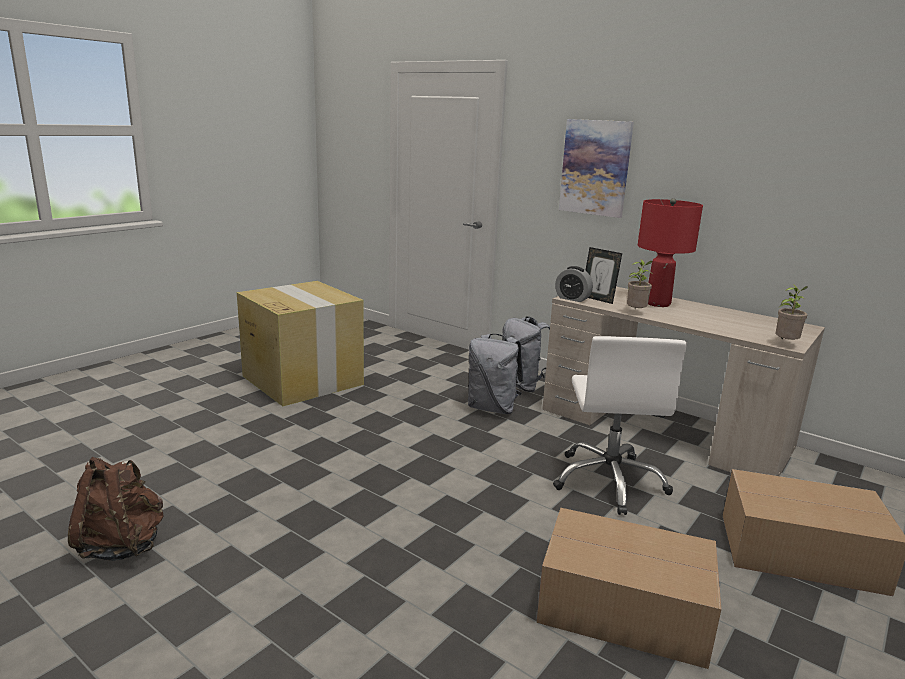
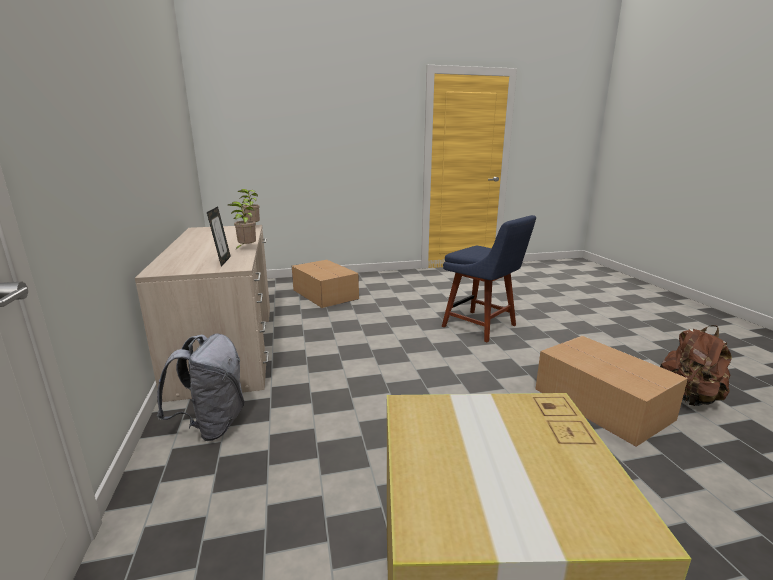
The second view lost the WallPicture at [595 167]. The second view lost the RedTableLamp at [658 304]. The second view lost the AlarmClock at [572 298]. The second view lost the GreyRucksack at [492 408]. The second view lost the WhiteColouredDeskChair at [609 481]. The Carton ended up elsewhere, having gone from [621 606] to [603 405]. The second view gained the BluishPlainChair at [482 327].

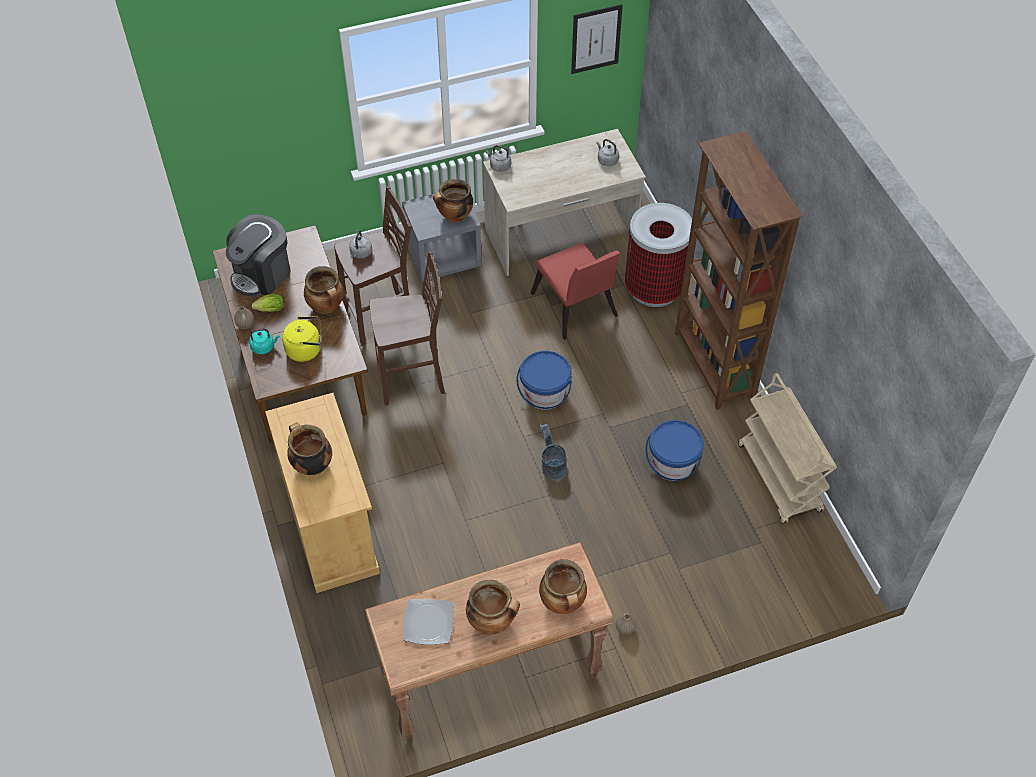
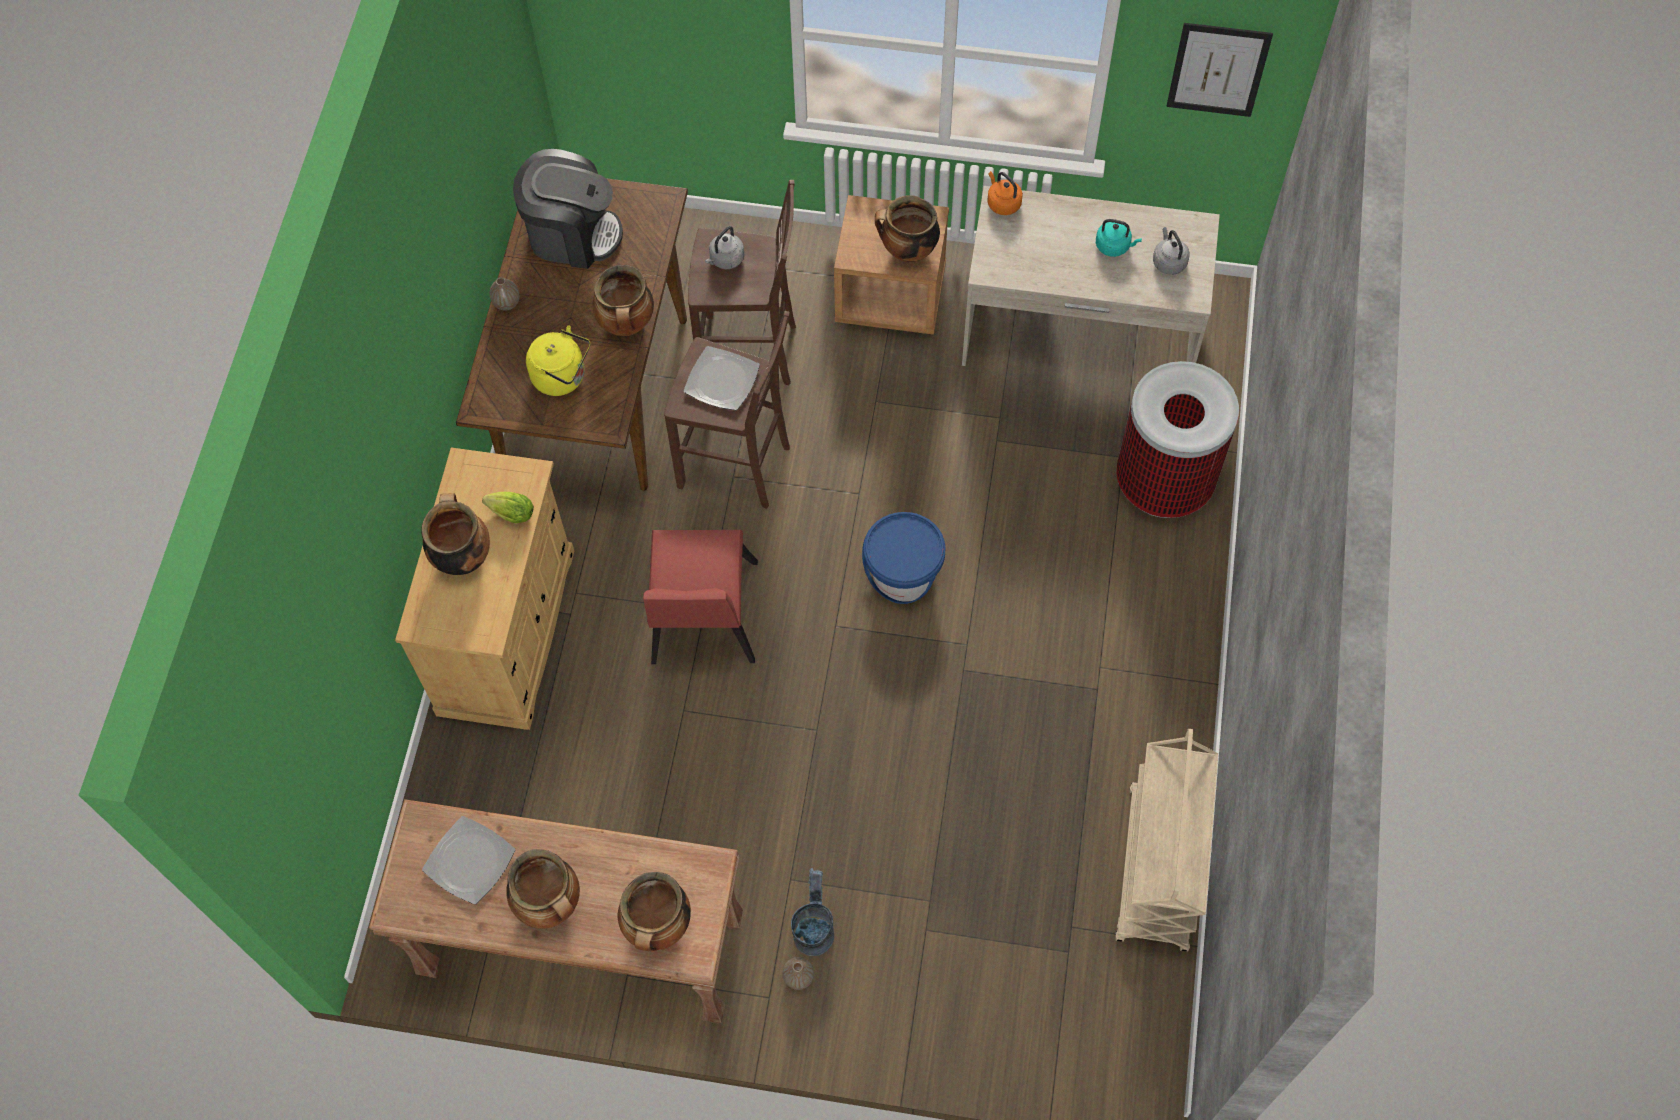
The second view lost the BrownishShelvingUnit at [713 366]. What was the GreyTeaKettle at [499 166] turned into the OrangeColouredTeaKettle at [1002 203]. What was the GreyBedsideTable at [444 257] turned into the BrownishBedsideTable at [891 295]. The CoffeeBrewer at [262 274] ended up facing another way, 150 degrees counterclockwise from before. The RedPlainChair ended up elsewhere, having gone from [575 309] to [702 620]. The LettuceHead ended up elsewhere, having gone from [268 310] to [509 513]. The TurquoiseTeaKettle ended up elsewhere, having gone from [264 347] to [1114 246]. The second view lost the BluishBucket at [672 464]. The GreyBucket ended up elsewhere, having gone from [552 466] to [814 928]. The second view gained the DinnerPlate at [721 381].

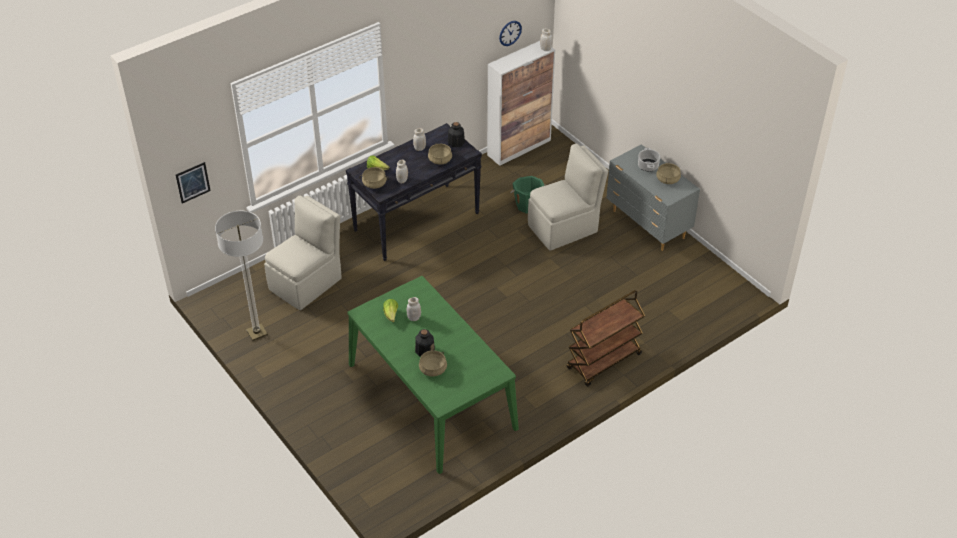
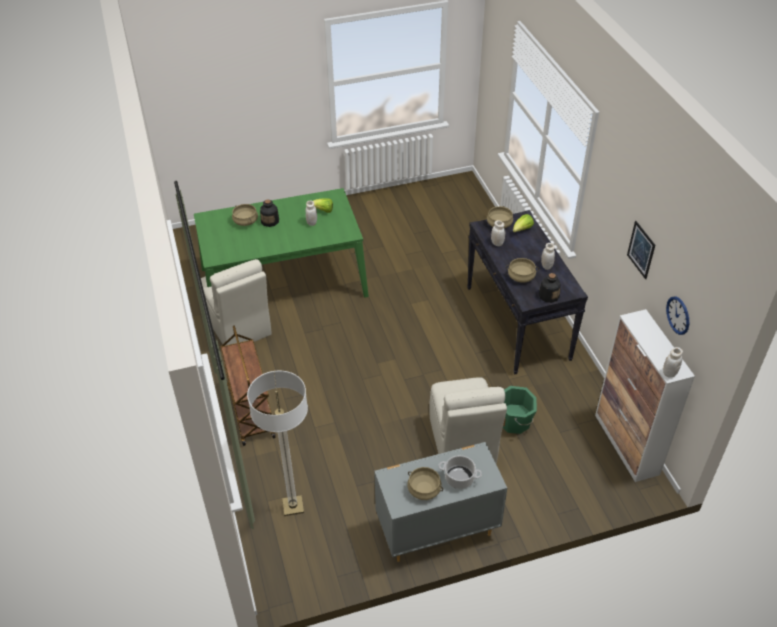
The WallPicture ended up elsewhere, having gone from [193 182] to [641 250]. The SandColouredPlainChair ended up elsewhere, having gone from [307 283] to [238 326]. The StandingLamp ended up elsewhere, having gone from [257 333] to [293 506].

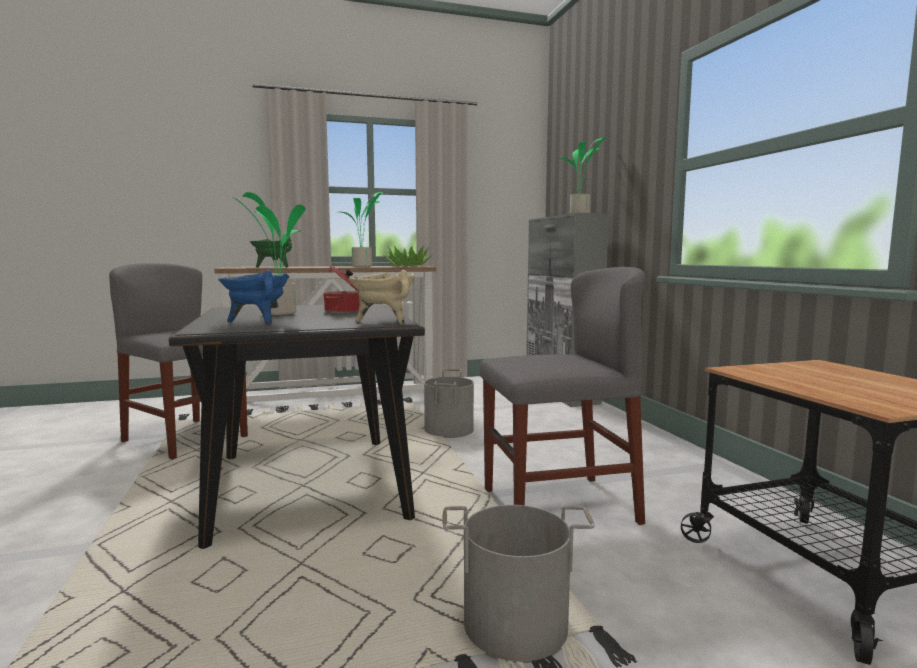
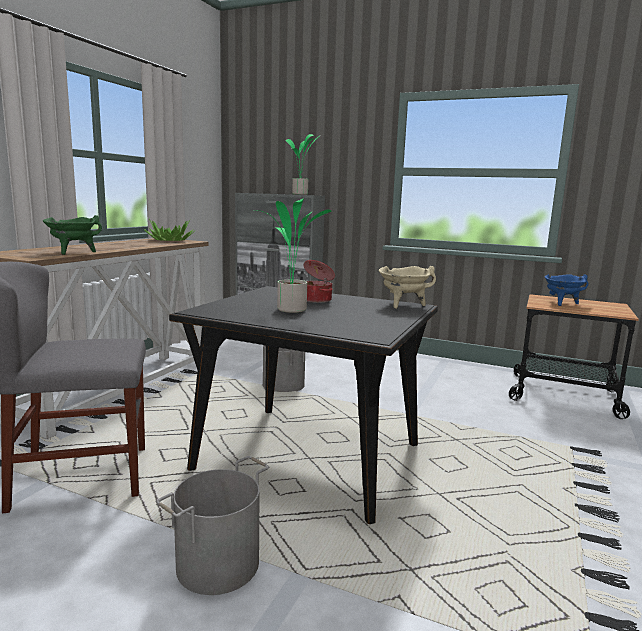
The second view lost the Houseplant at [363 266]. The second view lost the GreyPlainChair at [558 505]. The BluishCookingPot ended up elsewhere, having gone from [257 322] to [562 303]. The GreyBucket ended up elsewhere, having gone from [515 624] to [217 563].

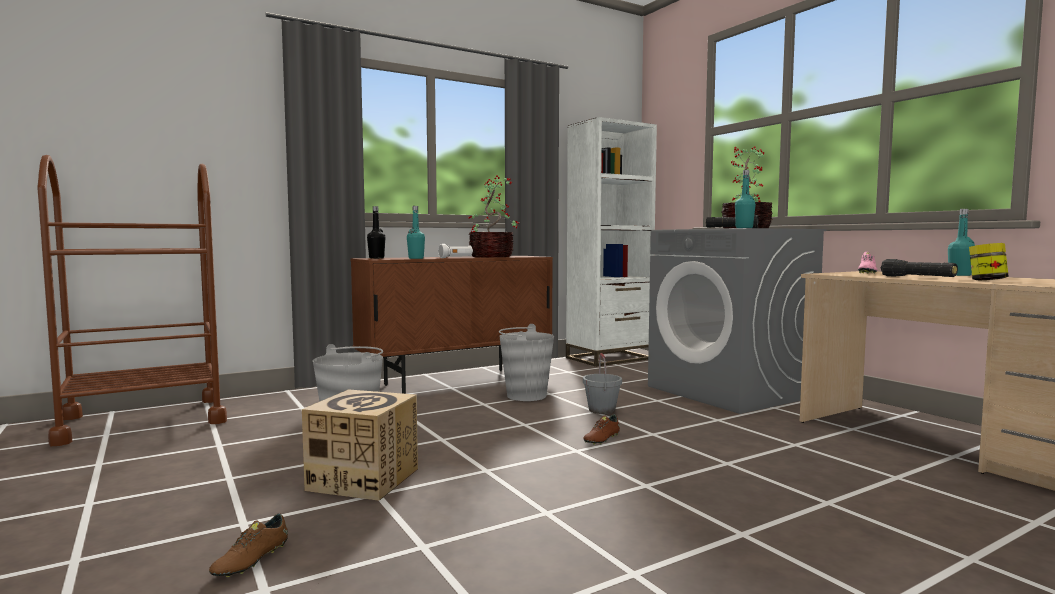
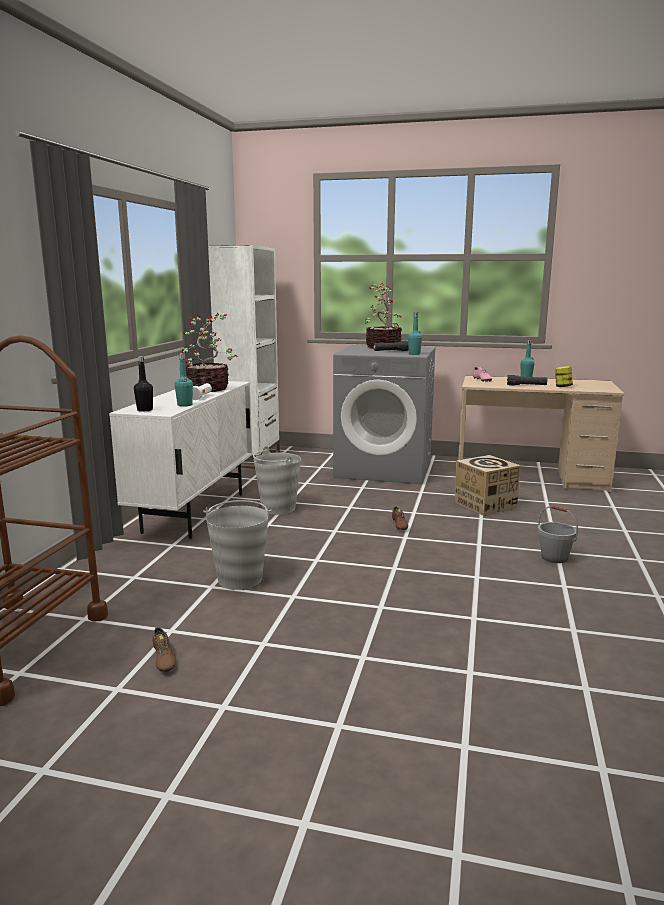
What was the BrownishCabinet at [457 382] turned into the WhiteColouredCabinet at [195 512]. The GreyBucket ended up elsewhere, having gone from [602 410] to [554 558]. The Carton ended up elsewhere, having gone from [363 479] to [485 505]. The BrownishShoe ended up elsewhere, having gone from [251 560] to [163 659].

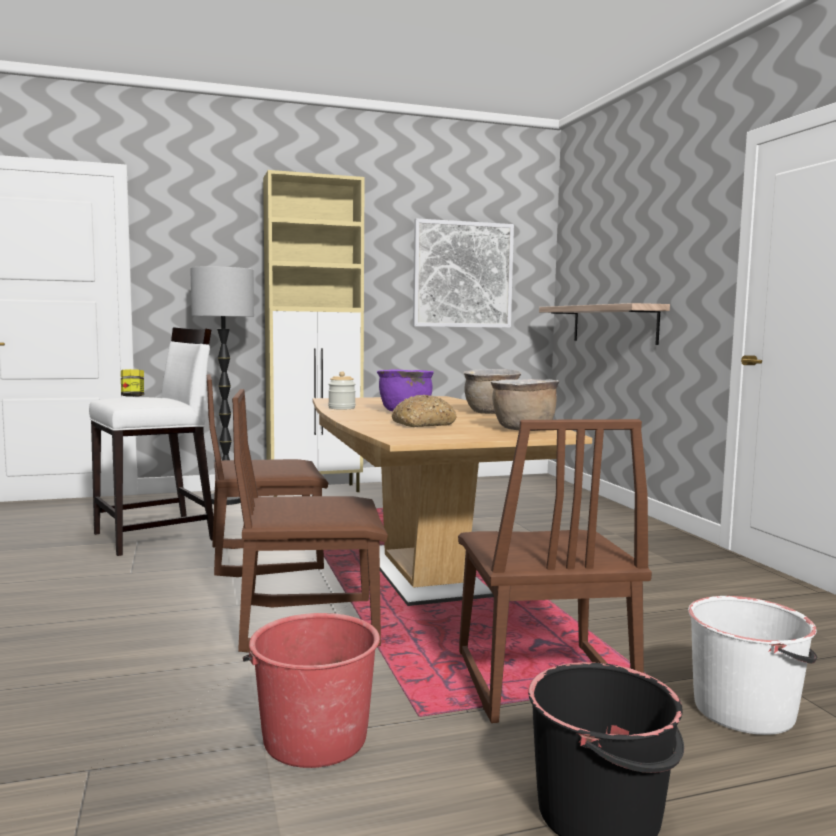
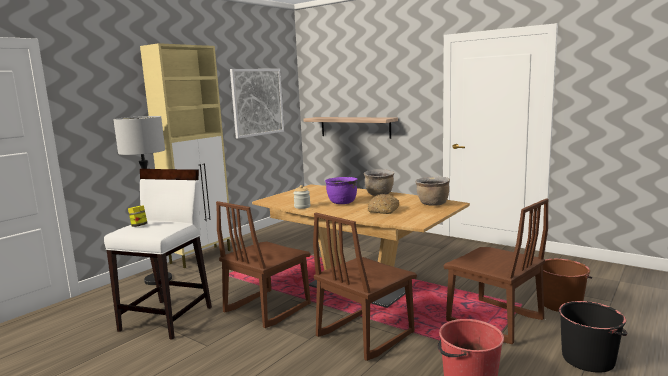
What was the WhiteColouredBucket at [745 710] turned into the BrownishBucket at [561 304].

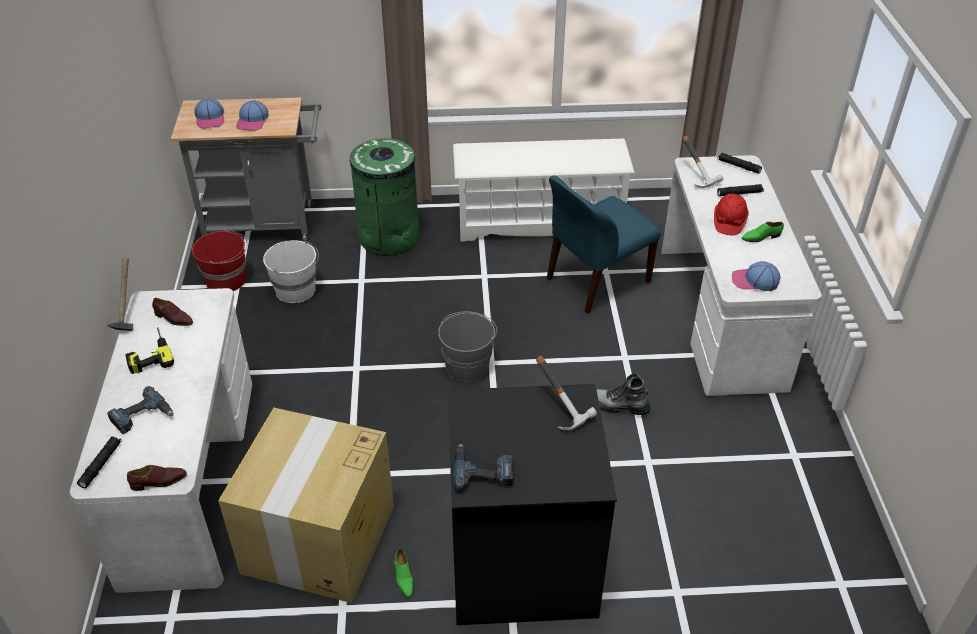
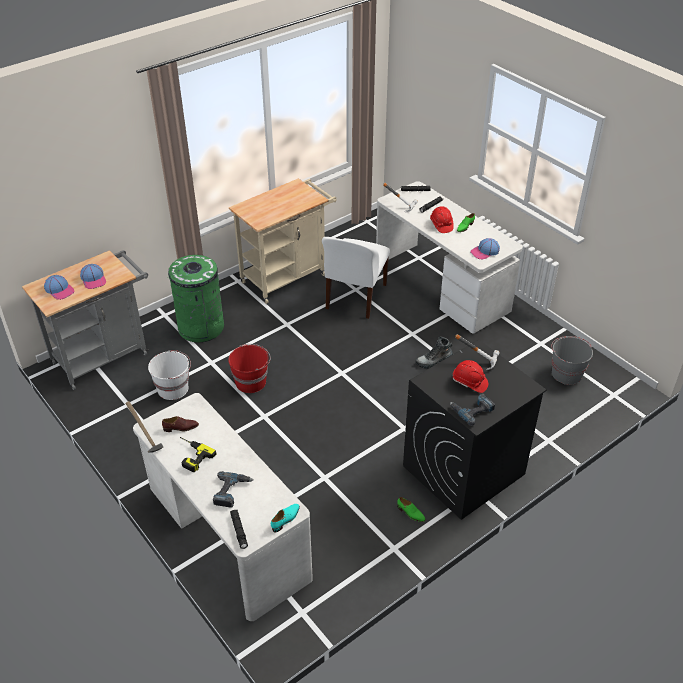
Where the WhiteColouredShoeStand stood at [539 221], the SandColouredTrolley came to stand at [287 276]. What was the BluishPlainChair at [596 281] turned into the WhiteColouredPlainChair at [355 297]. The RedBucket ended up elsewhere, having gone from [227 280] to [251 382]. The GreyBucket ended up elsewhere, having gone from [467 365] to [566 373]. The second view lost the Carton at [318 541]. What was the BrownishShoe at [159 482] turned into the TurquoiseShoe at [286 519]. The second view gained the RedWorkHelmet at [469 382].

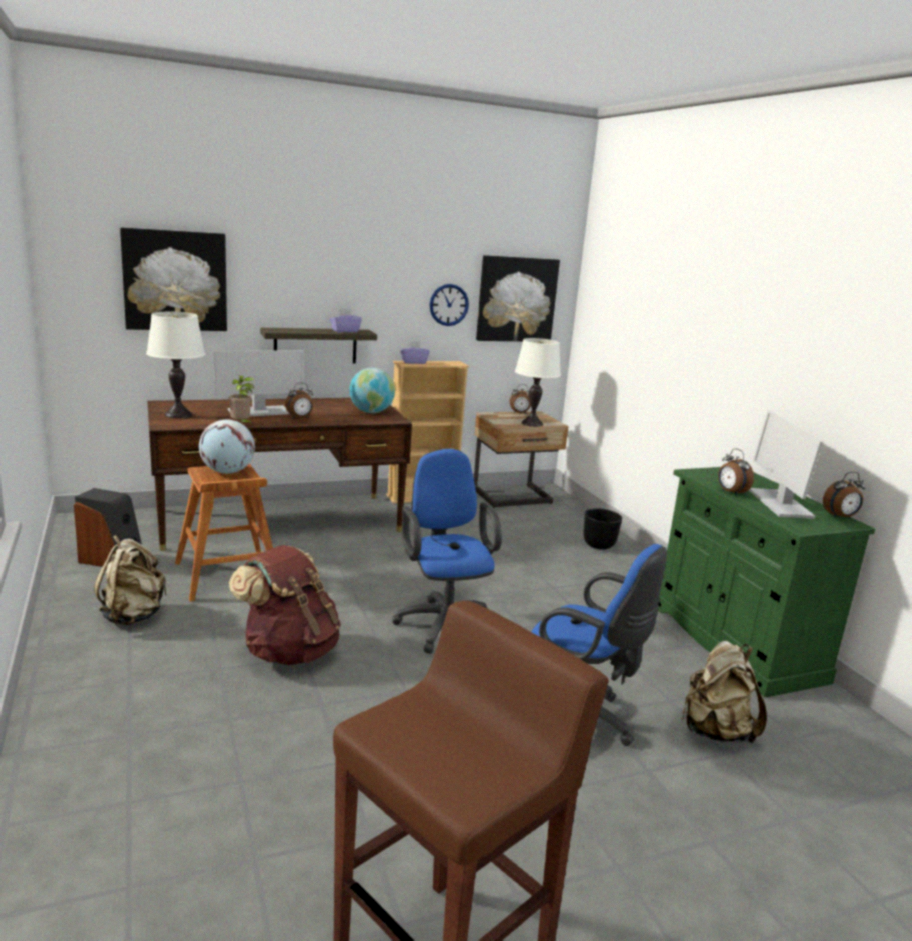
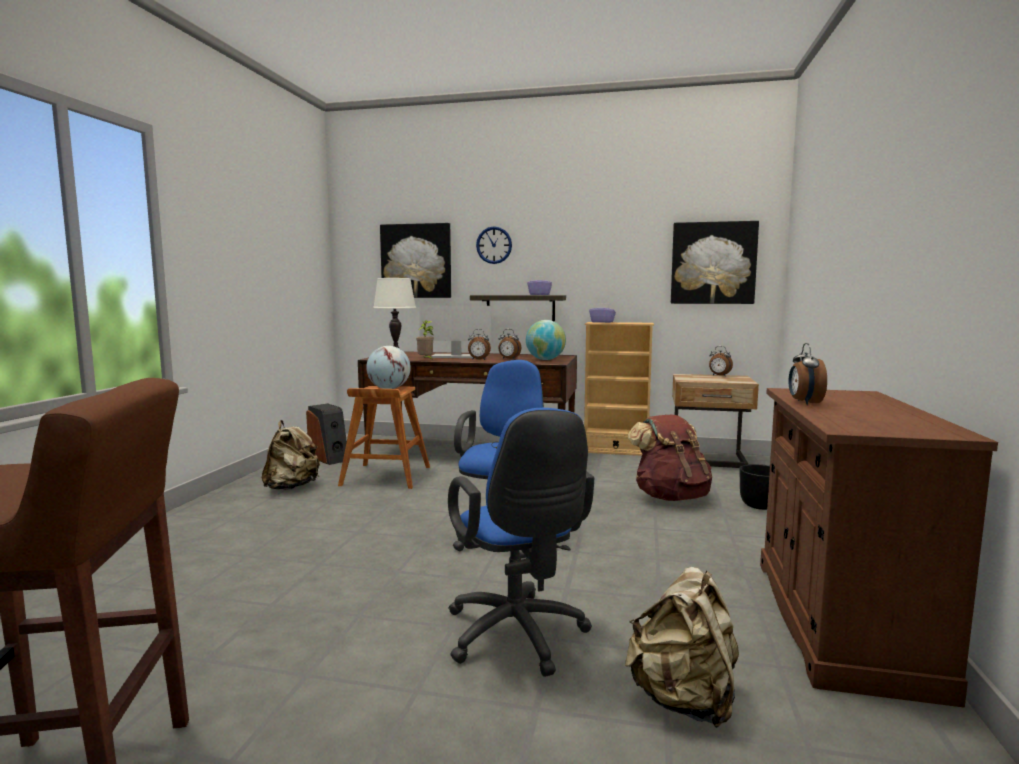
The ClockOnTheWall ended up elsewhere, having gone from [449 305] to [494 245]. The second view lost the WhiteColouredTableLamp at [532 423]. The second view lost the ComputerDisplay at [779 503]. What was the GreenCabinet at [735 643] turned into the BrownishCabinet at [840 622]. The AlarmClock ended up elsewhere, having gone from [840 517] to [508 359]. The BrownishRucksack ended up elsewhere, having gone from [289 651] to [671 497].

